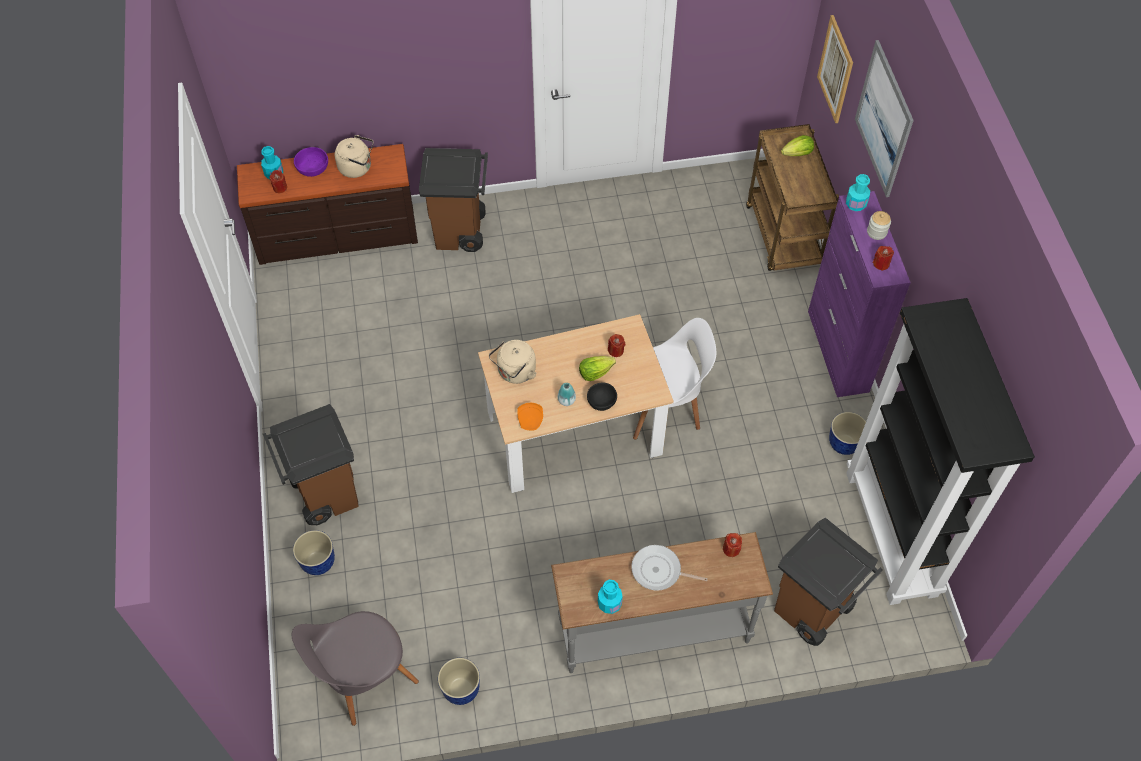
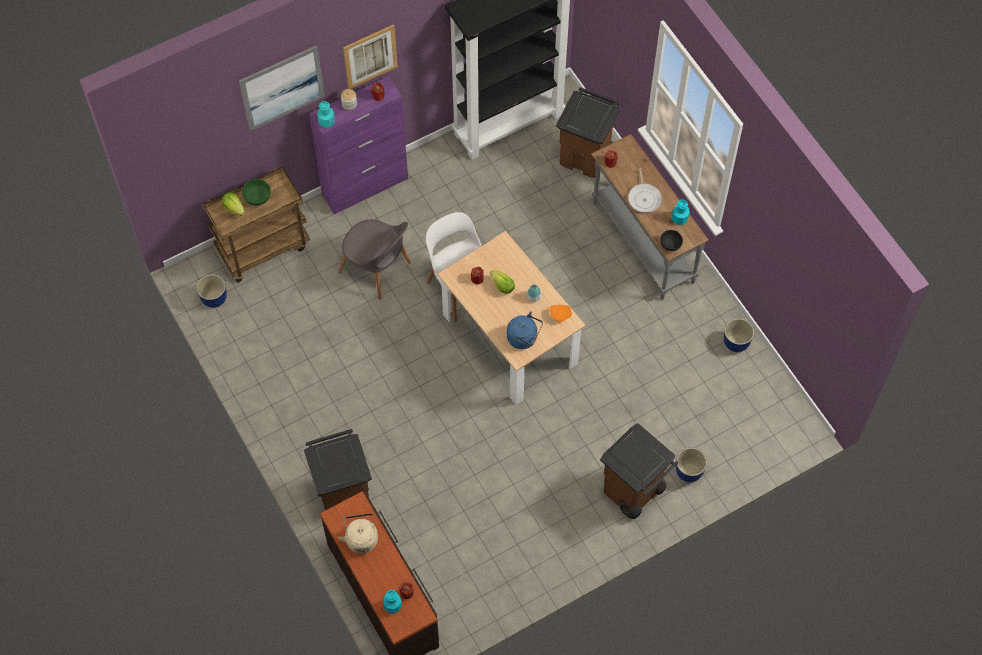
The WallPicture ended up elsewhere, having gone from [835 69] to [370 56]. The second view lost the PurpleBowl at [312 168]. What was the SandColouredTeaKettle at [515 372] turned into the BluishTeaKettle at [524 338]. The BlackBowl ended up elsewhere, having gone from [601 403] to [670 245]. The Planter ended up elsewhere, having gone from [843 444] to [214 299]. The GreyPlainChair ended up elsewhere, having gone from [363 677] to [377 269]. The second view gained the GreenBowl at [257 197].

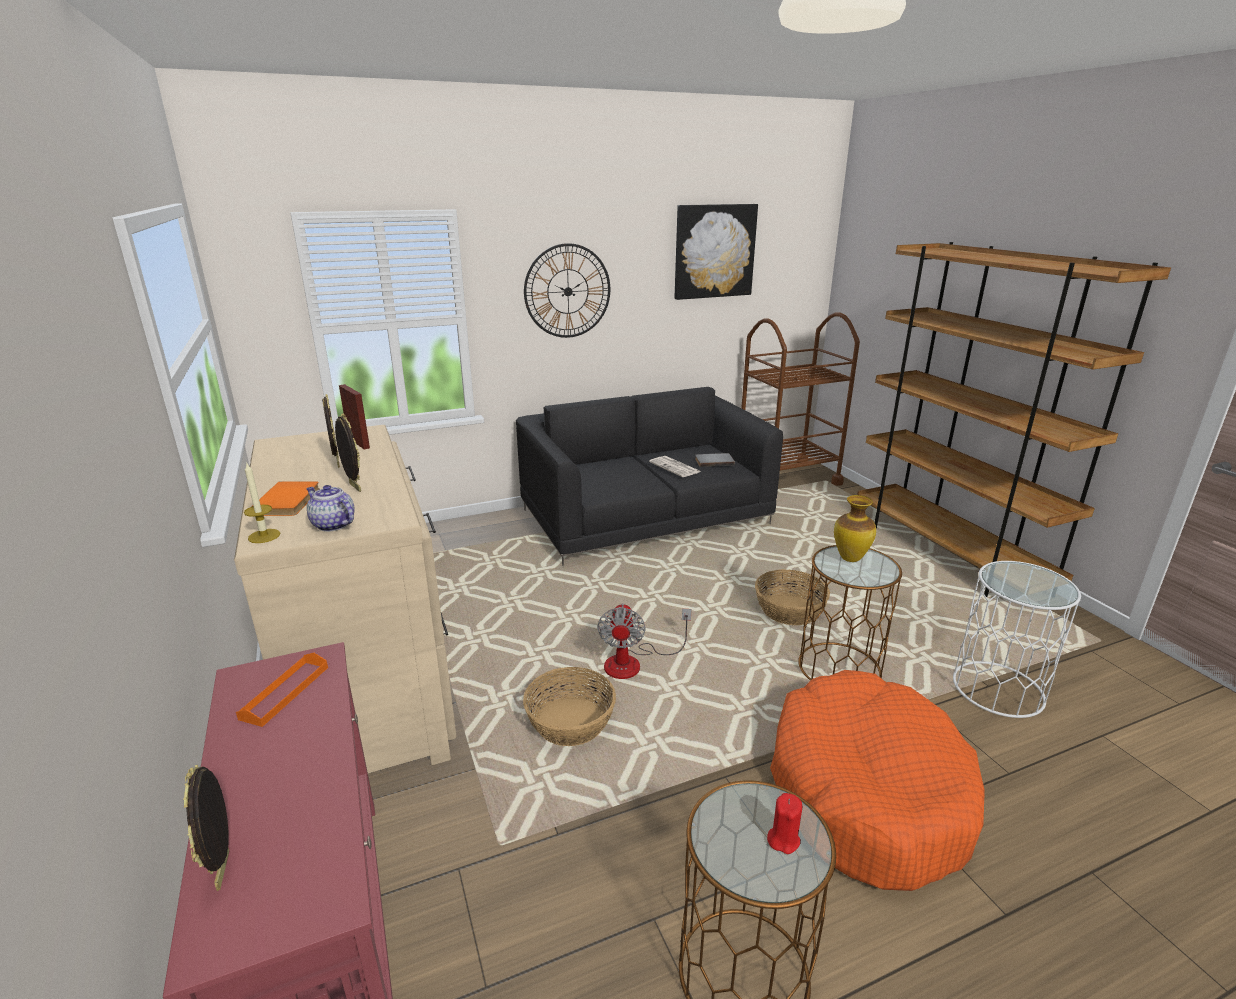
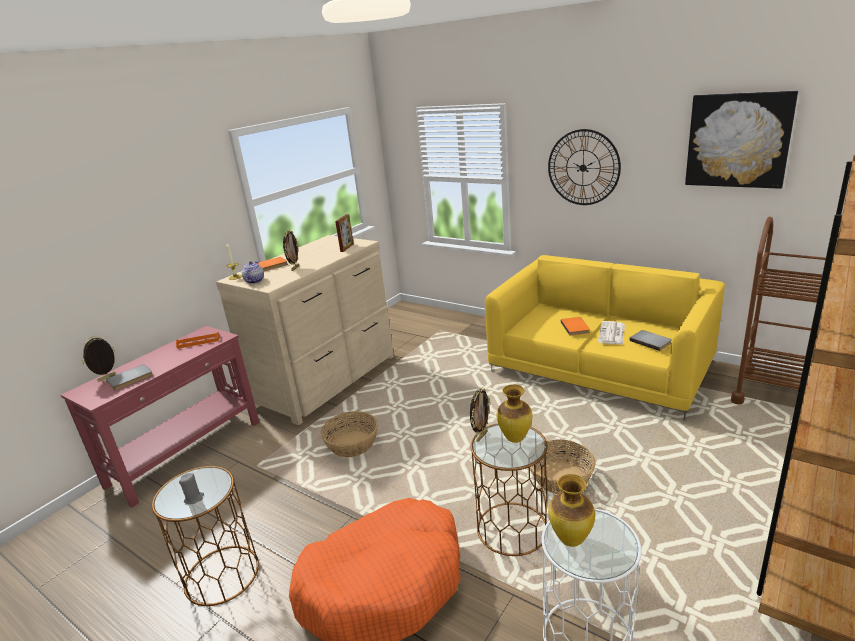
What was the BlackSofa at [645 516] turned into the YellowSofa at [600 368]. The StandingFrame ended up elsewhere, having gone from [337 463] to [481 436]. The second view lost the CoolingFan at [633 663]. What was the RedWaxLight at [783 839] turned into the GreyWaxLight at [194 498]. The second view gained the OrangeColouredVolume at [576 327]. The second view gained the GreyVolume at [130 379]. The second view gained the DecorativeVase at [570 540].

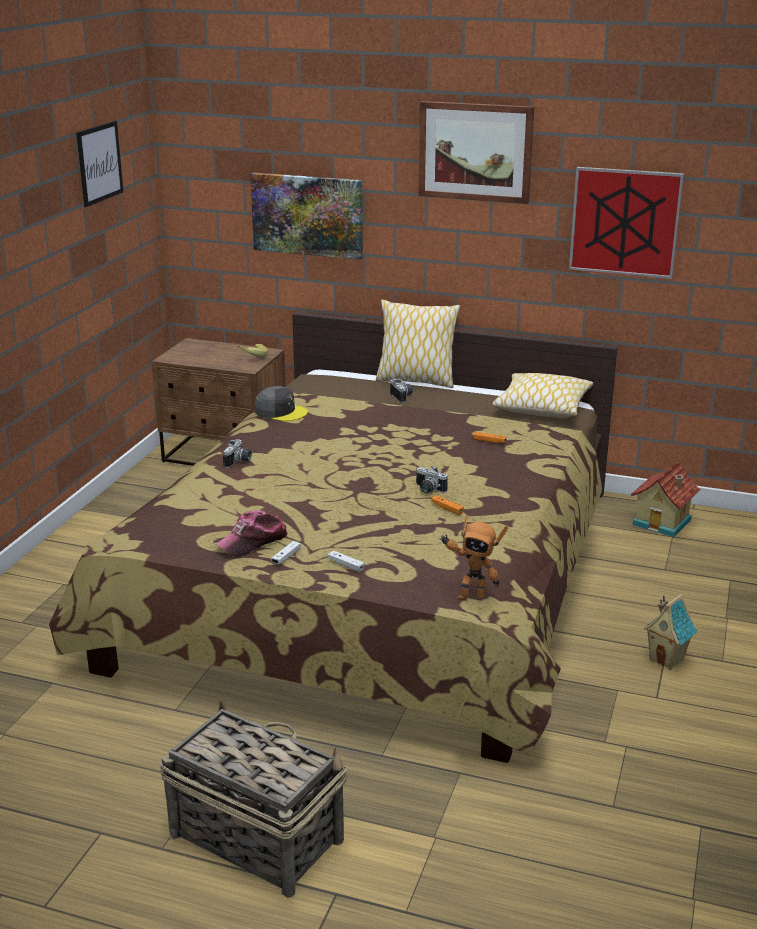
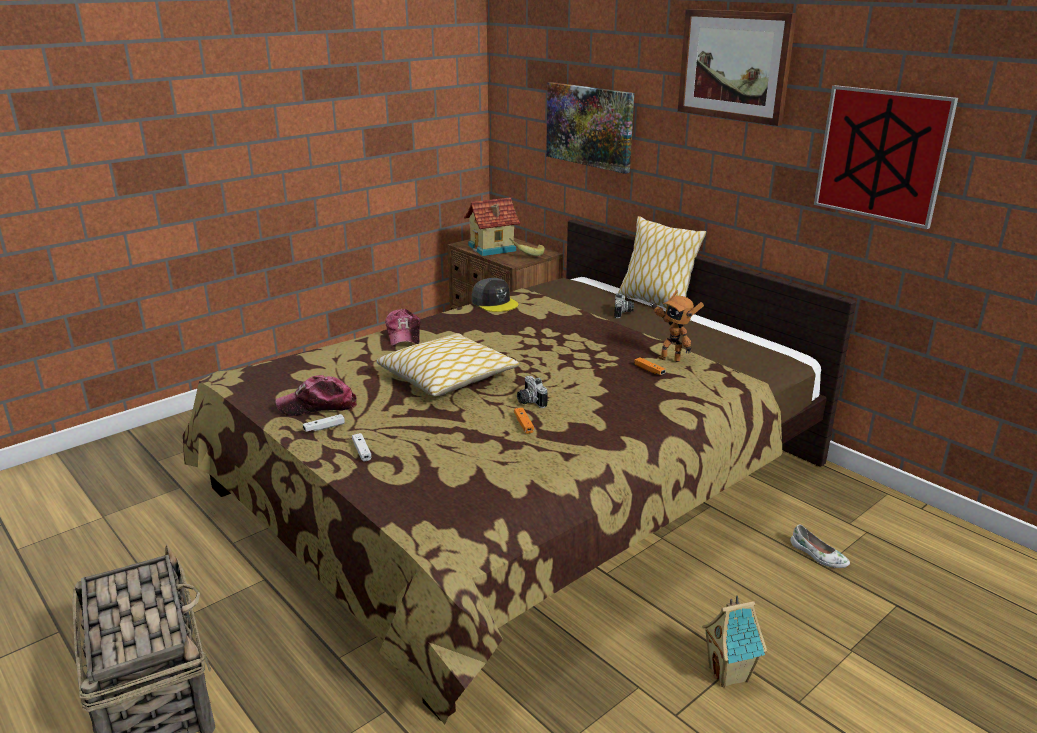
The second view lost the WallPicture at [99 163]. The Cushion ended up elsewhere, having gone from [542 407] to [447 378]. Where the StillCamera stood at [239 462], the BaseballCap came to stand at [404 335]. The ToyHouse ended up elsewhere, having gone from [663 522] to [492 248]. The ToyRobot ended up elsewhere, having gone from [470 596] to [670 358]. The second view gained the WhiteColouredShoe at [818 555].

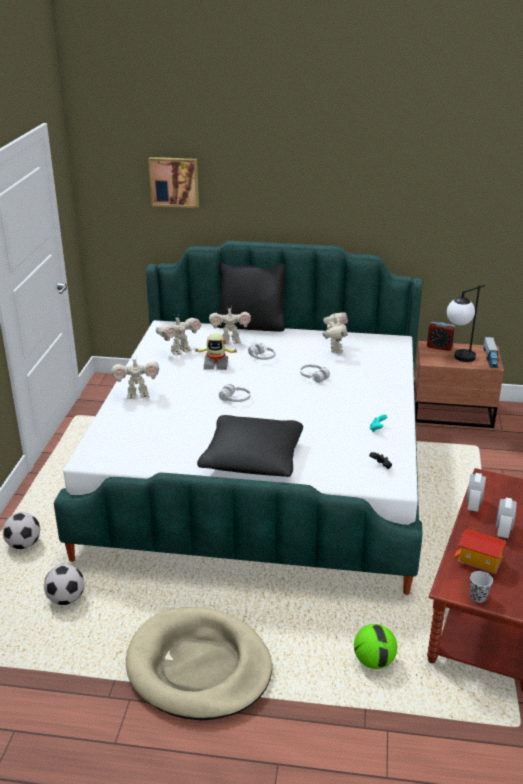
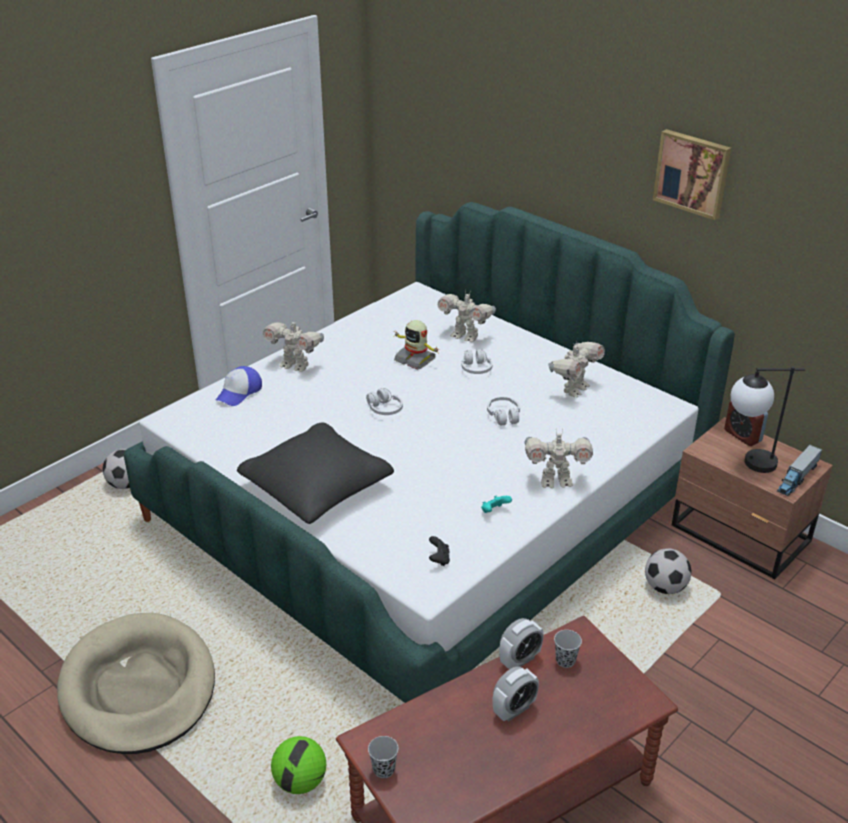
The WallPicture ended up elsewhere, having gone from [174 181] to [693 173]. The second view lost the BlackCushion at [251 325]. The ToyRobot ended up elsewhere, having gone from [180 351] to [555 481]. The second view lost the ToyHouse at [478 562]. The FootballBall ended up elsewhere, having gone from [66 599] to [665 587]. The second view gained the BaseballCap at [239 392]. The second view gained the BlackSmallCup at [565 660].

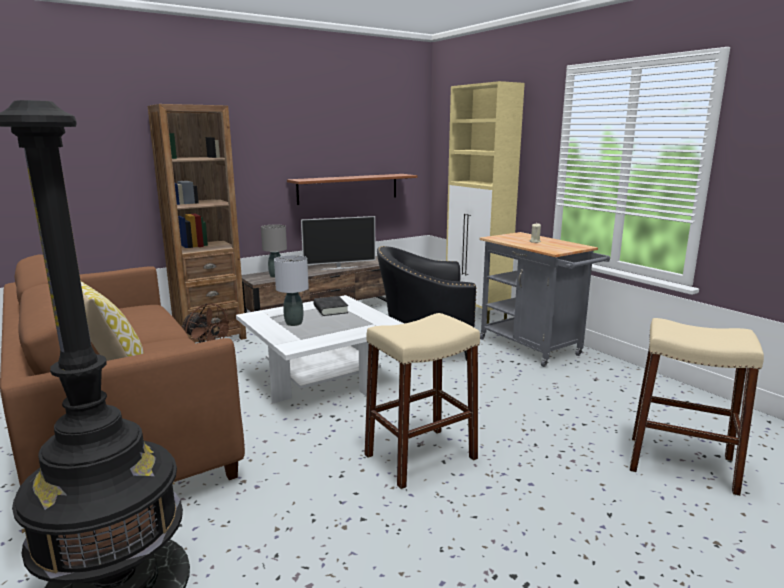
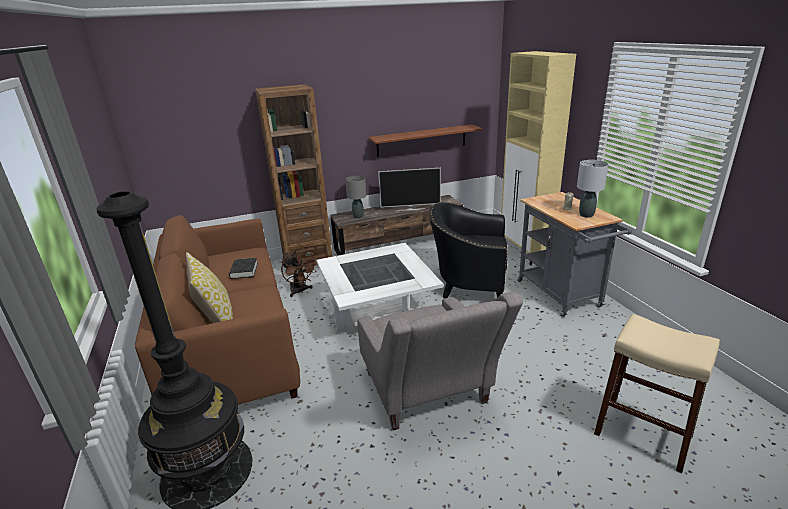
The GreyTableLamp ended up elsewhere, having gone from [294 323] to [586 215]. The BlackVolume ended up elsewhere, having gone from [330 309] to [244 271]. Where the SandColouredStool stood at [420 457], the GreyLoungeChair came to stand at [430 397].

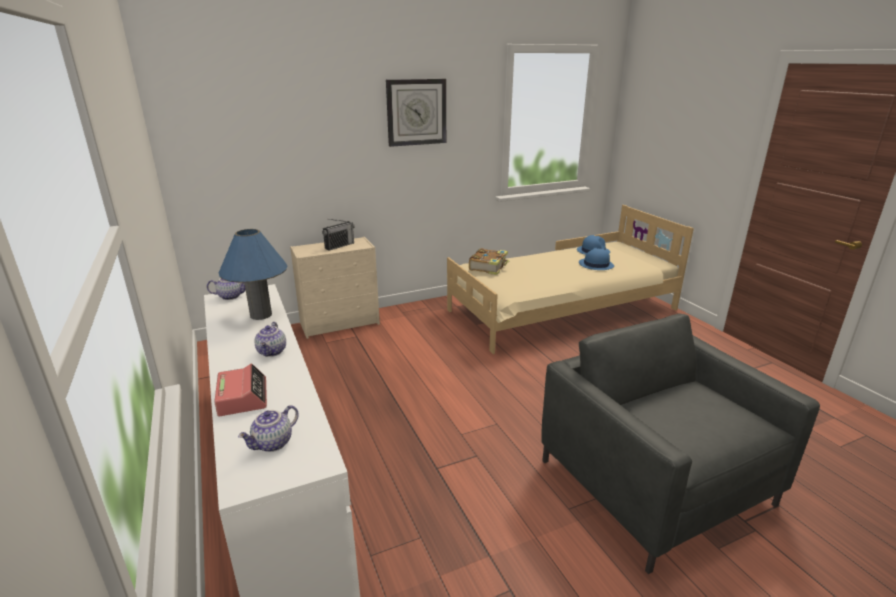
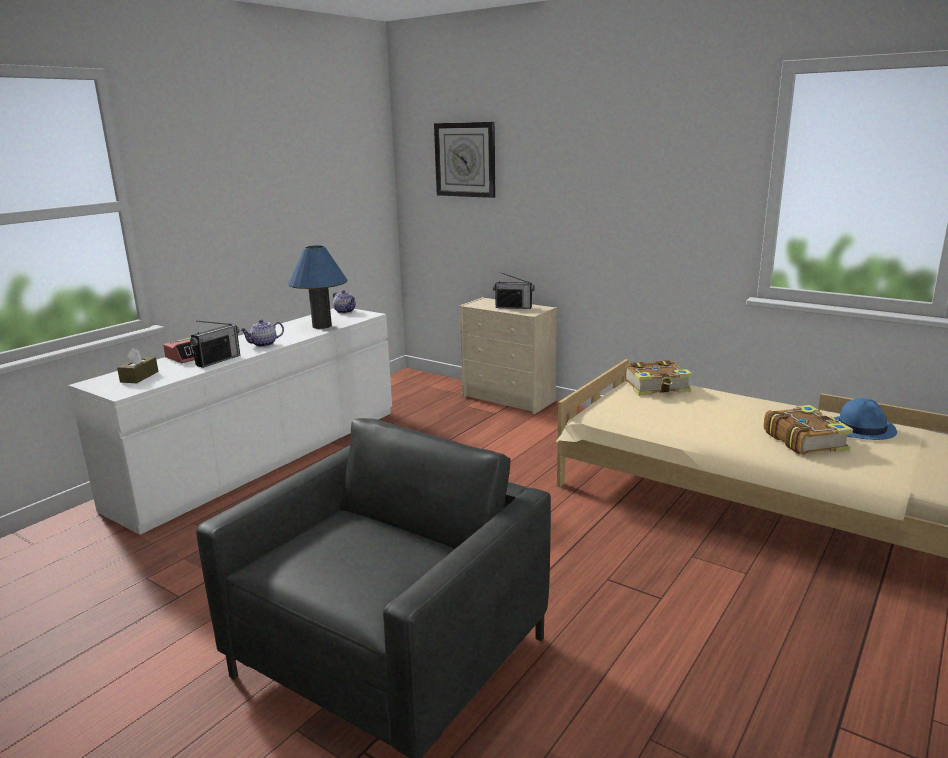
The ClockOnTheWall ended up elsewhere, having gone from [416 112] to [465 159]. Where the BluishWearableHat stood at [595 265], the Volume came to stand at [804 440]. Where the Teapot stood at [273 444], the BrownishTissueBox came to stand at [139 377]. The second view gained the RadioReceiver at [218 360].

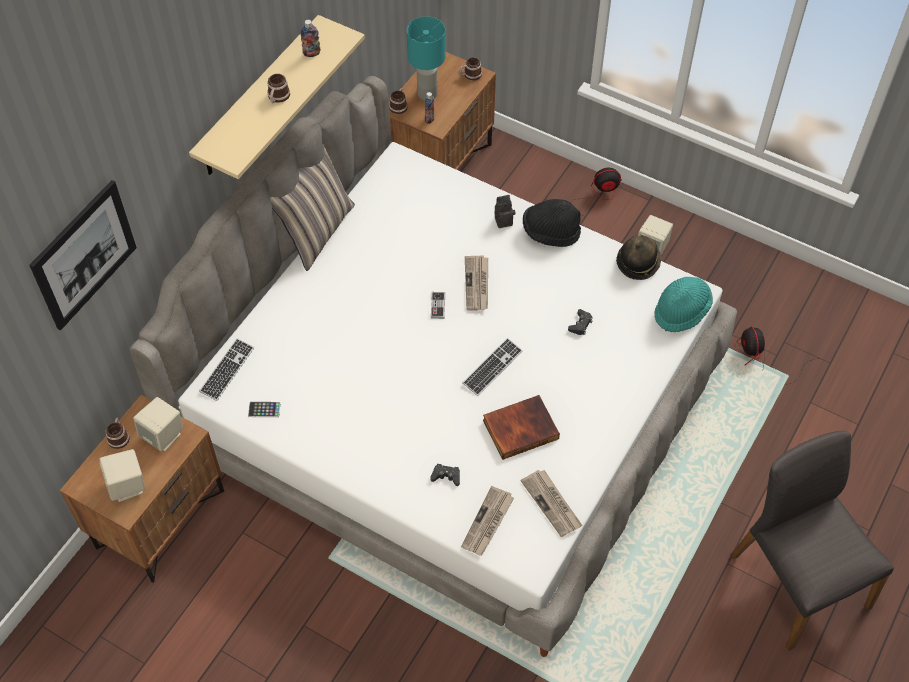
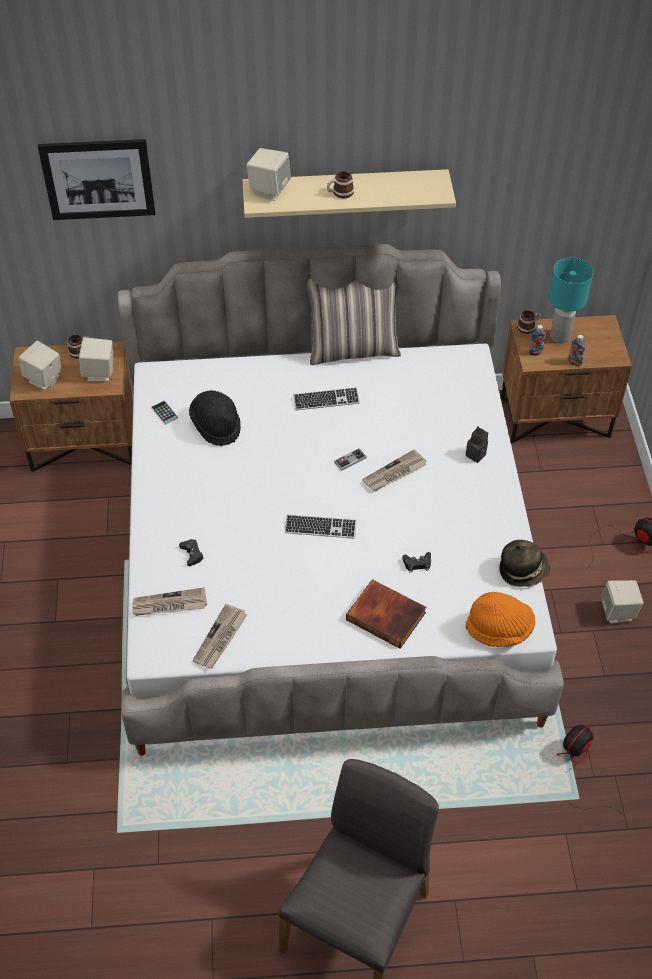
The Bottle ended up elsewhere, having gone from [311 53] to [574 362]. The second view lost the CoffeeMug at [470 75]. The BlackWearableHat ended up elsewhere, having gone from [550 232] to [216 425]. What was the TurquoiseWearableHat at [681 311] turned into the OrangeColouredWearableHat at [499 629]. The ComputerKeyboard ended up elsewhere, having gone from [227 370] to [326 400]. The Volume ended up elsewhere, having gone from [520 428] to [387 615]. The second view gained the SandColouredSpeaker at [269 190].

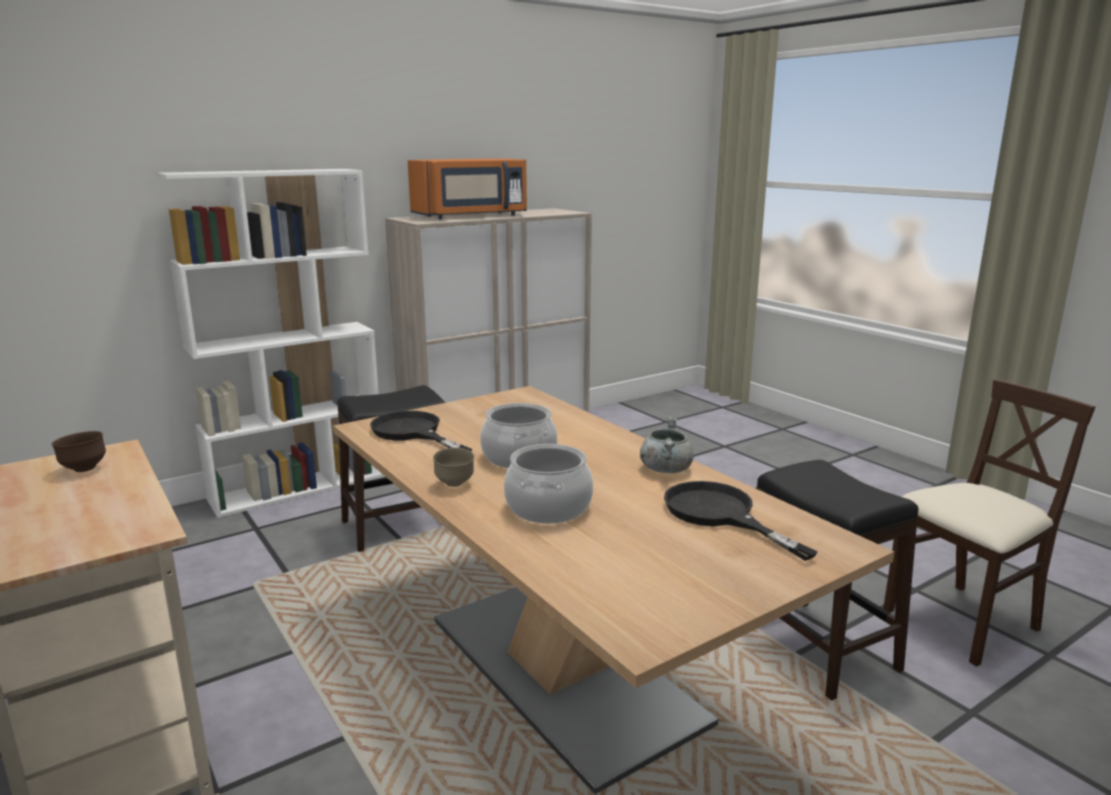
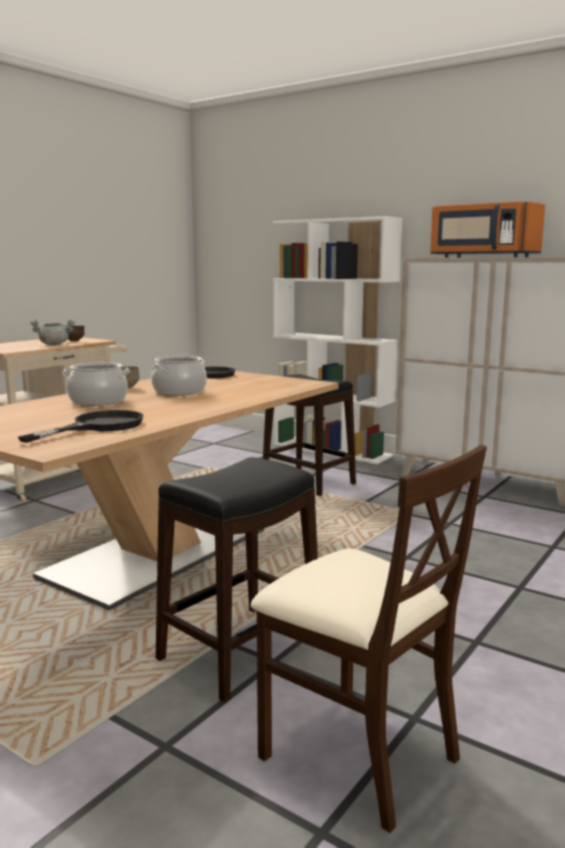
The GreyCookingPot ended up elsewhere, having gone from [665 469] to [54 344].

